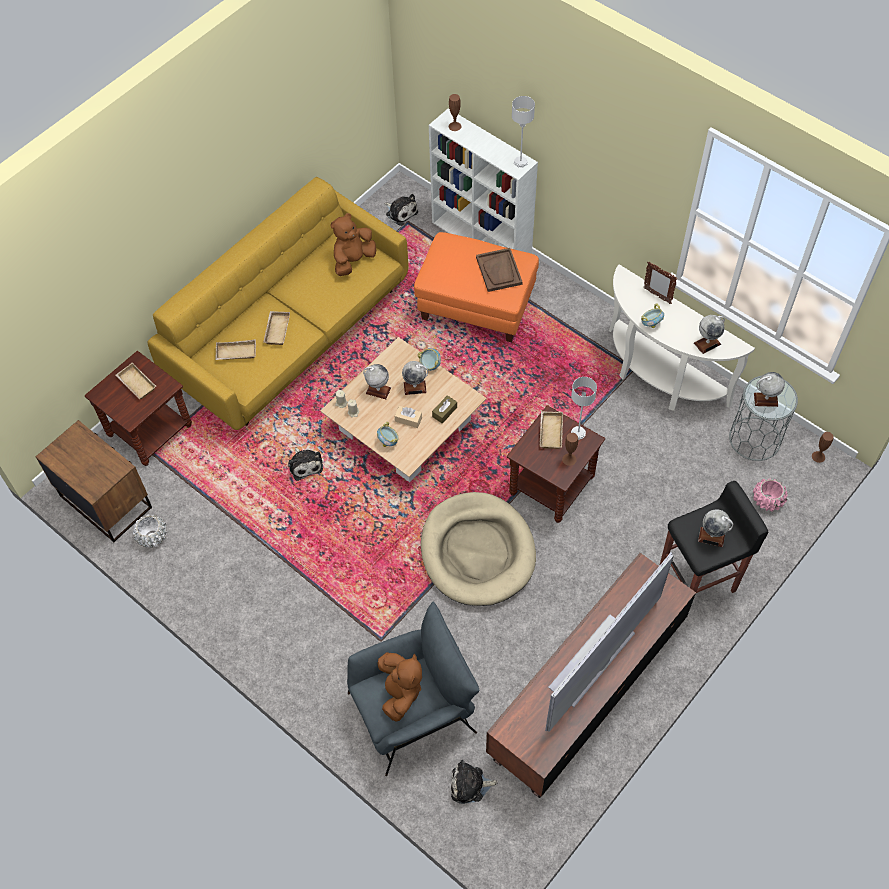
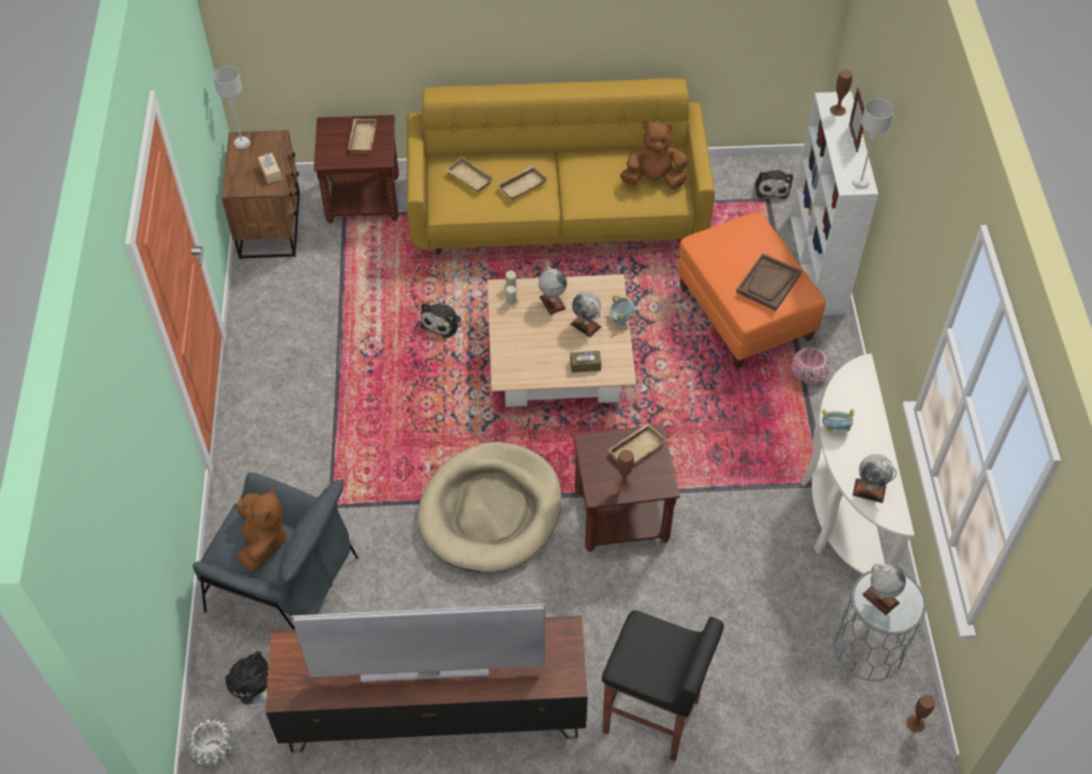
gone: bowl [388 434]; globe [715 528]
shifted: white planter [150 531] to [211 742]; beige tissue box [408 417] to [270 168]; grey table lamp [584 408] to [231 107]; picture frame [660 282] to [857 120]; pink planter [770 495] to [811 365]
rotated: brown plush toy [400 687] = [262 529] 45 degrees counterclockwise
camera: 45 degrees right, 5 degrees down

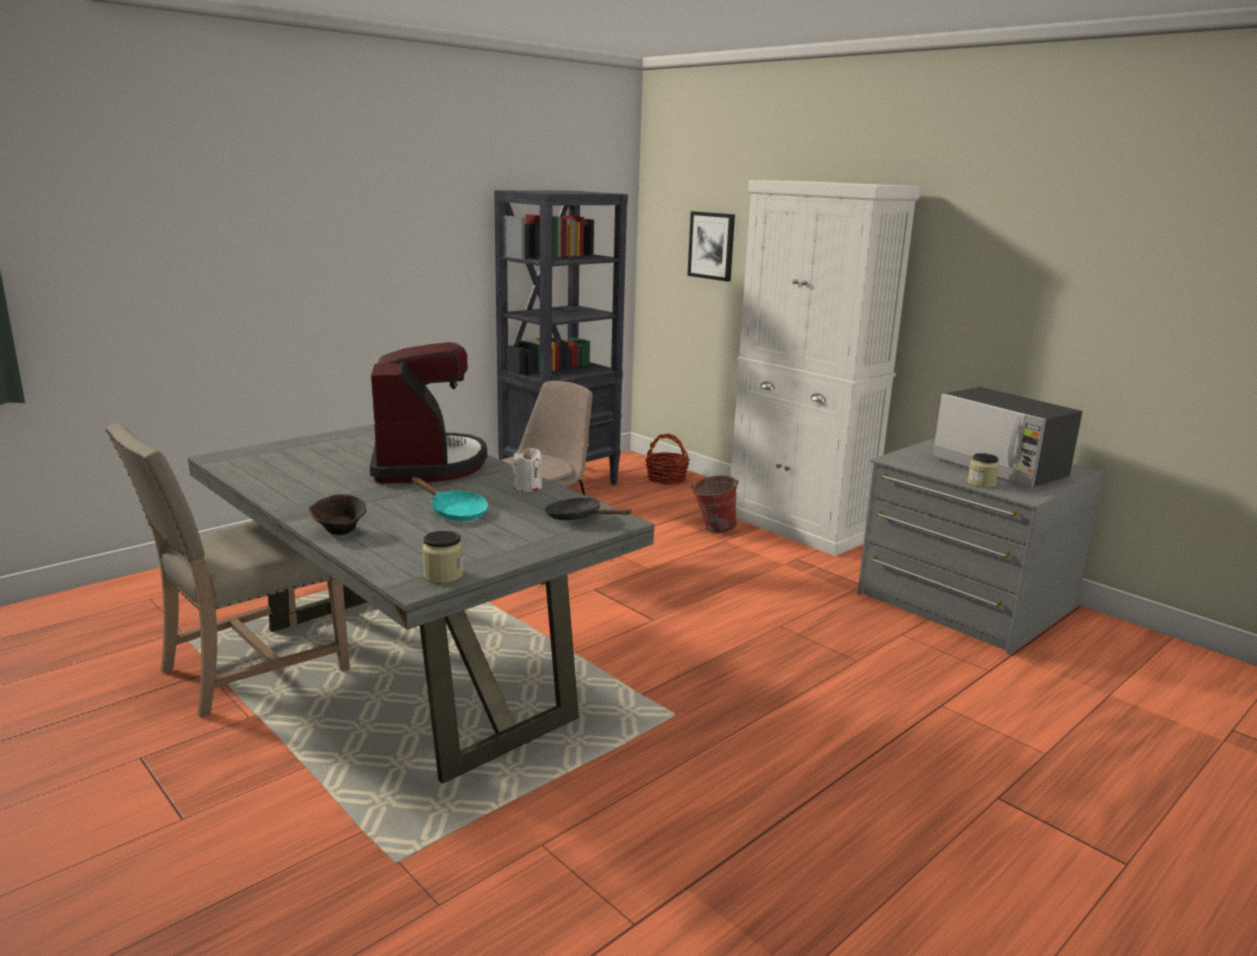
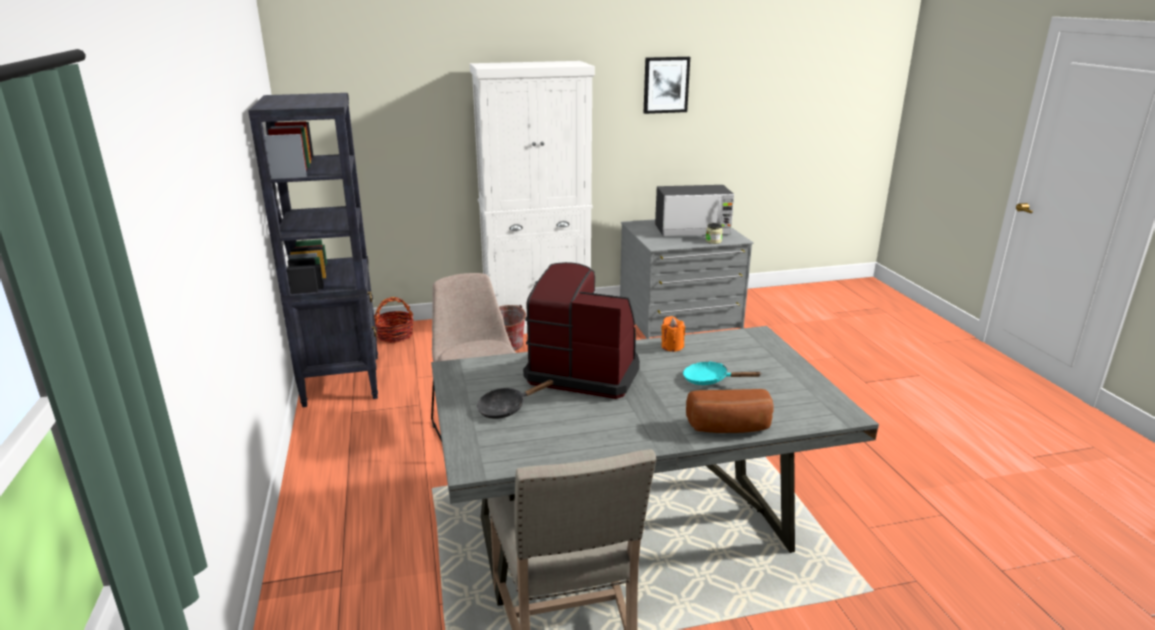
gone: jar [442 557]
shifted: black frying pan [588 509] to [515 399]; picture [711 246] to [667 85]
swapped: brown bowl [338 515] to bread [730 411]
repainted: white candle [527 470] to orange candle [673 334]
rotated: turquoise frying pan [450 499] = [722 373] 135 degrees counterclockwise
camera: 60 degrees left, 5 degrees up

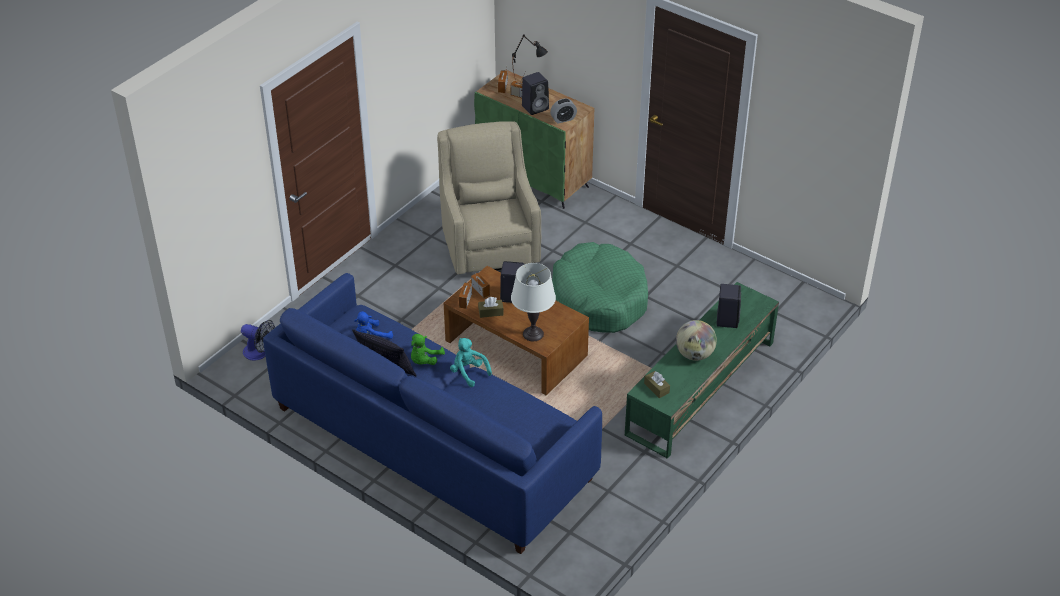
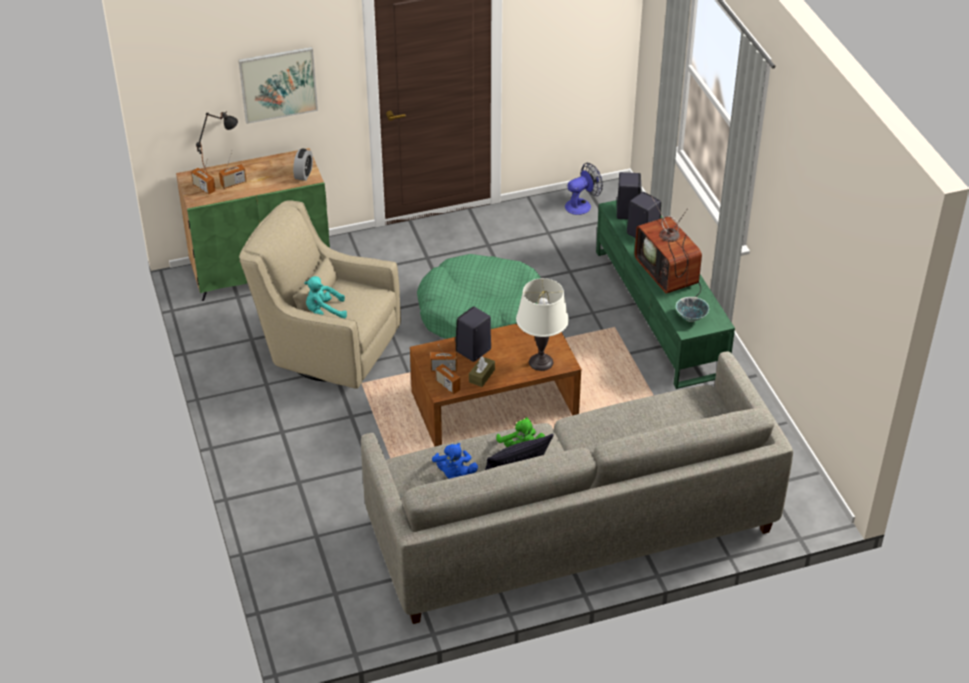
new: picture [278 85]
shifted: fan [258 340] to [584 189]; turquoise plush toy [471 362] to [325 297]; black speaker [535 93] to [629 195]
swapped: brown tissue box [657 384] to bowl [692 309]; globe [696 340] to television [668 246]
repainted: blue sofa [432 413] to grey sofa [577 487]
camera: 55 degrees left, 0 degrees up

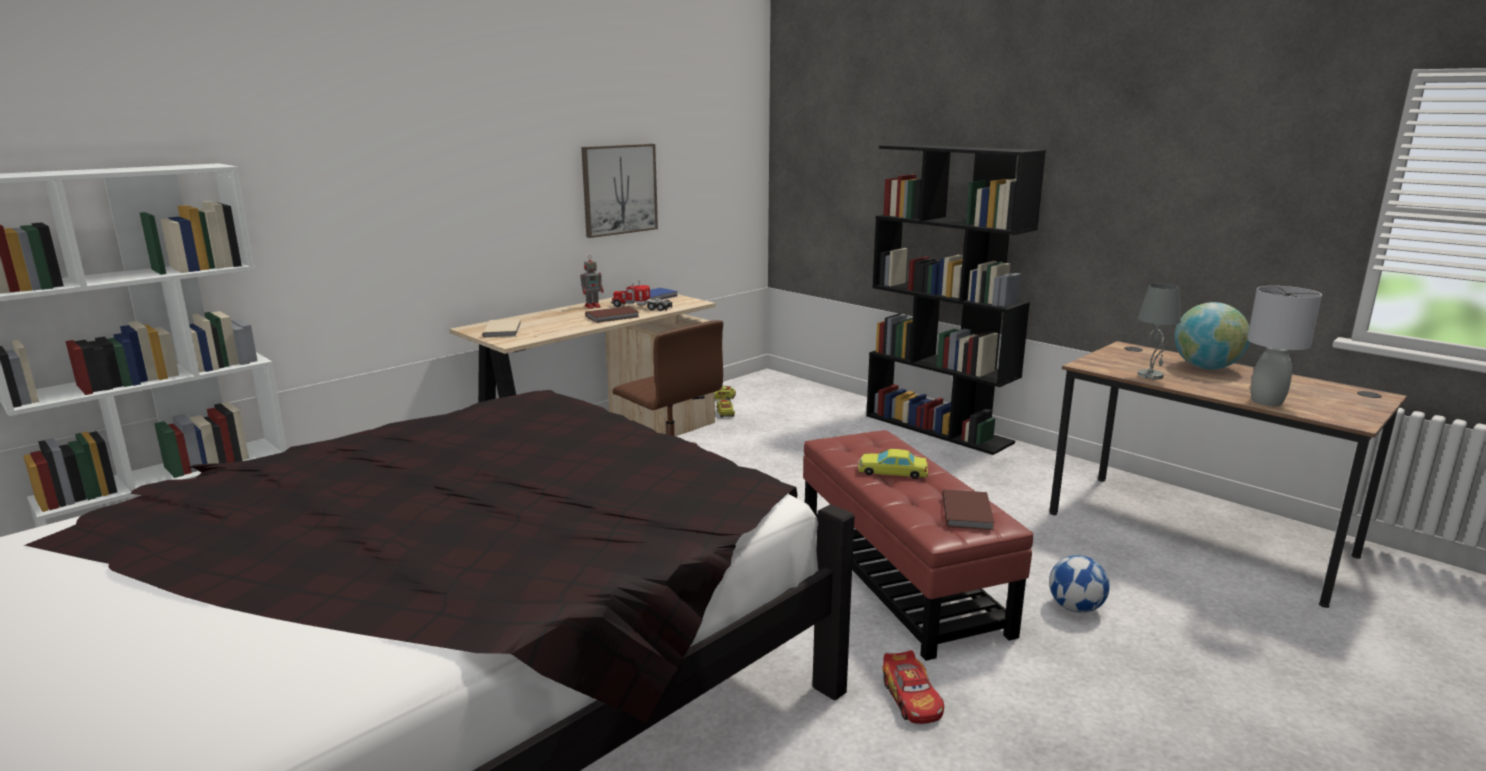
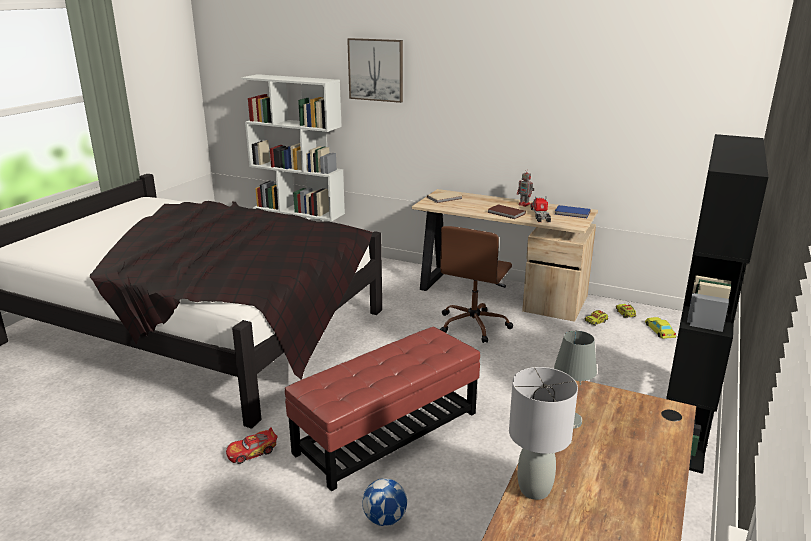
gone: brown book [968 509]; globe [1212 335]
shifted: picture [619 191] to [375 70]; yellow toy car [893 464] to [660 328]
camera: 70 degrees right, 5 degrees up

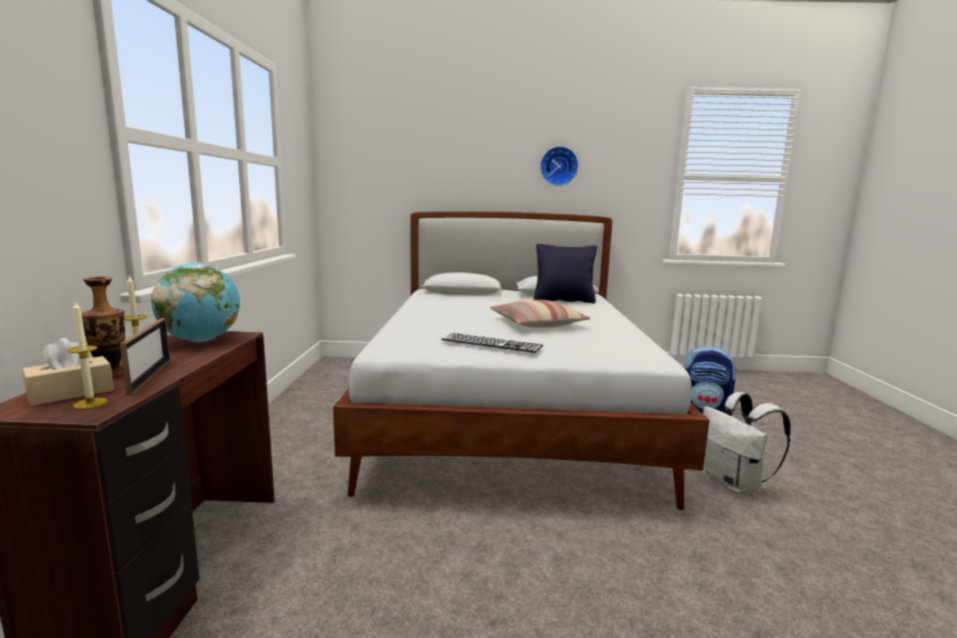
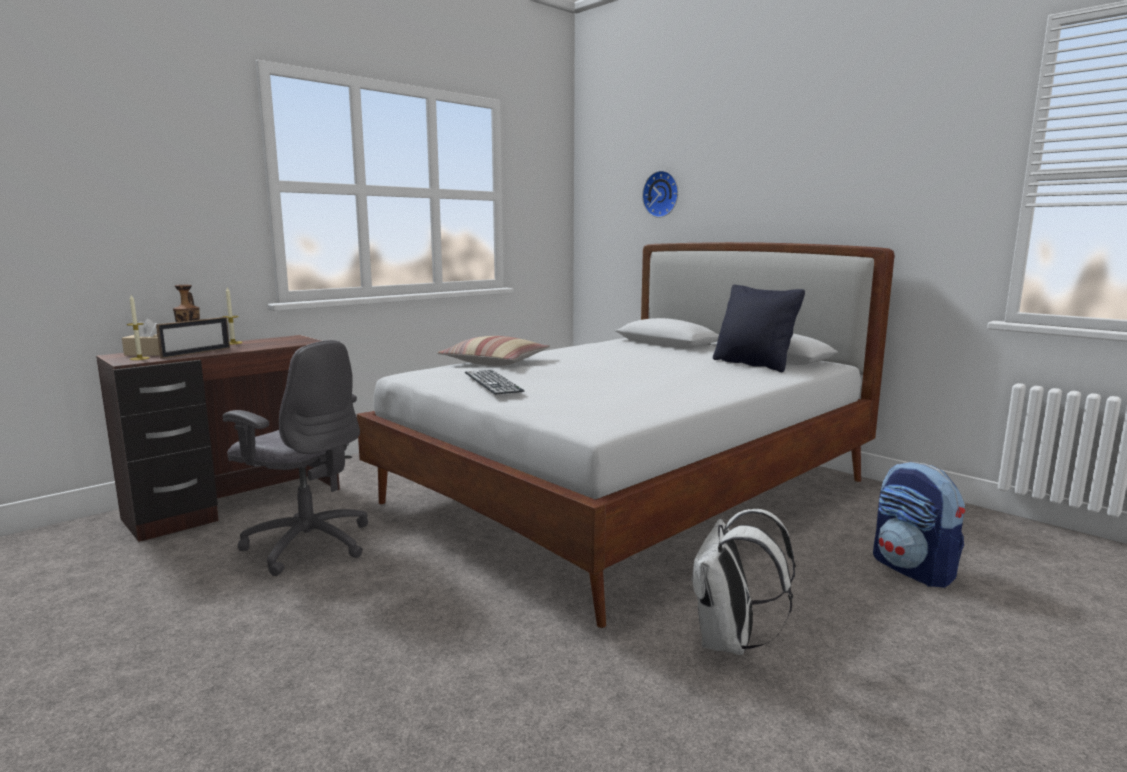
gone: globe [195 302]
new: grey office chair [295 458]
shifted: pillow [540 314] to [493 351]; wall clock [559 166] to [660 194]
camera: 45 degrees right, 0 degrees up

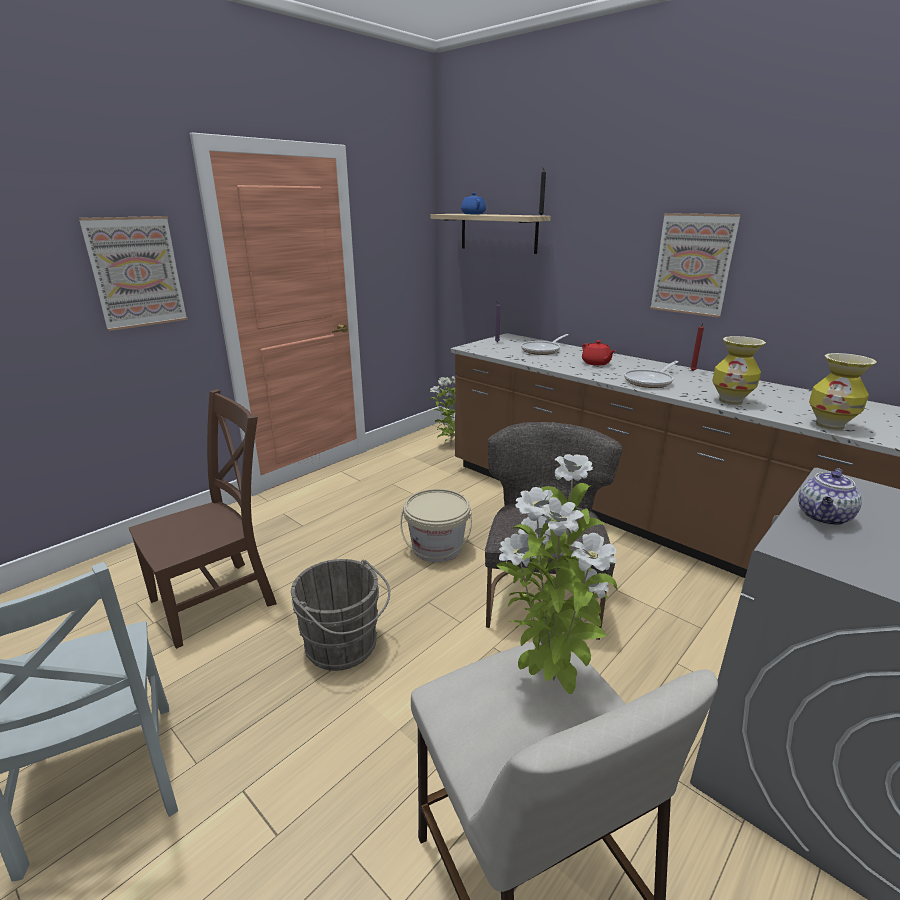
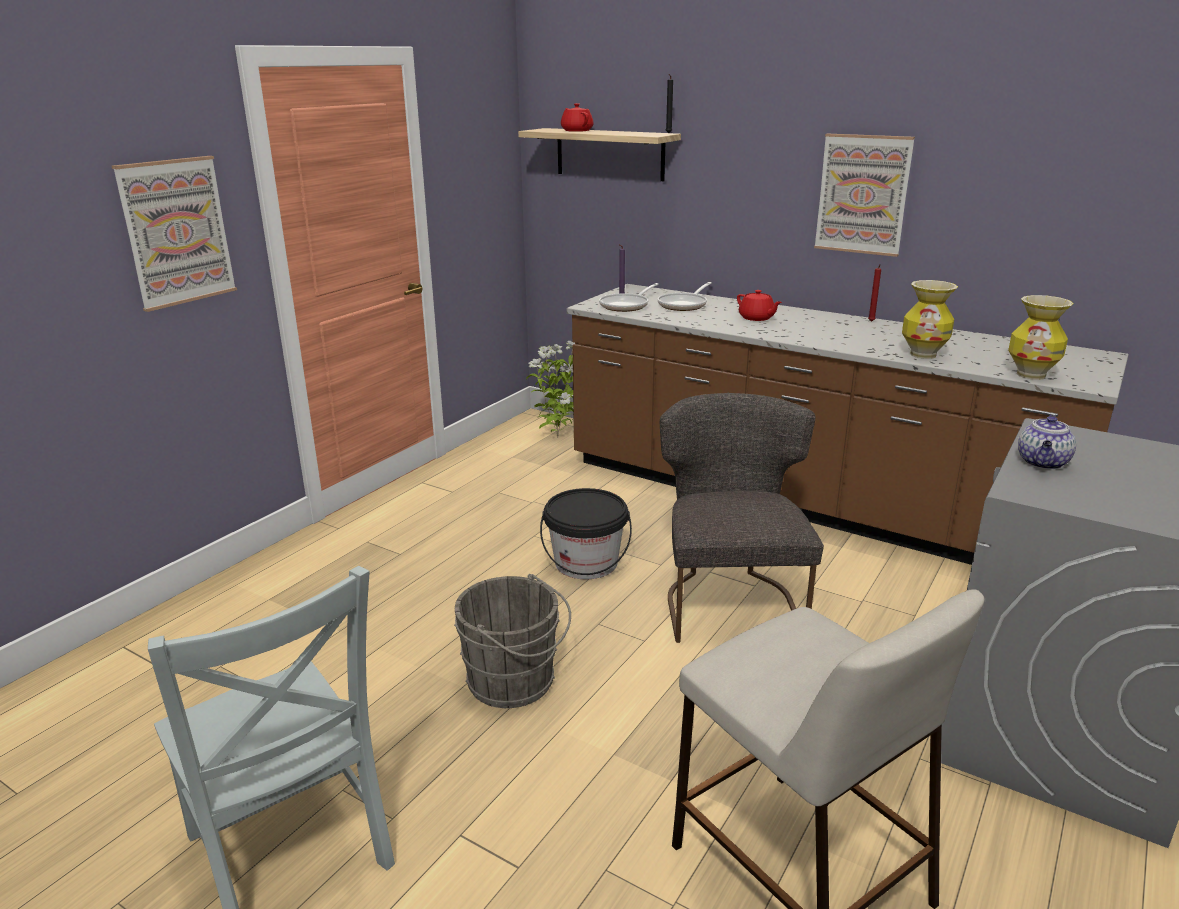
gone: brown chair [203 519]; potted plant [557 574]
shifted: frying pan [651 374] to [629 297]
repainted: beige bucket [436 525] to black bucket [586 534]; blue teapot [473 203] to red teapot [577 117]
camera: 10 degrees left, 0 degrees up

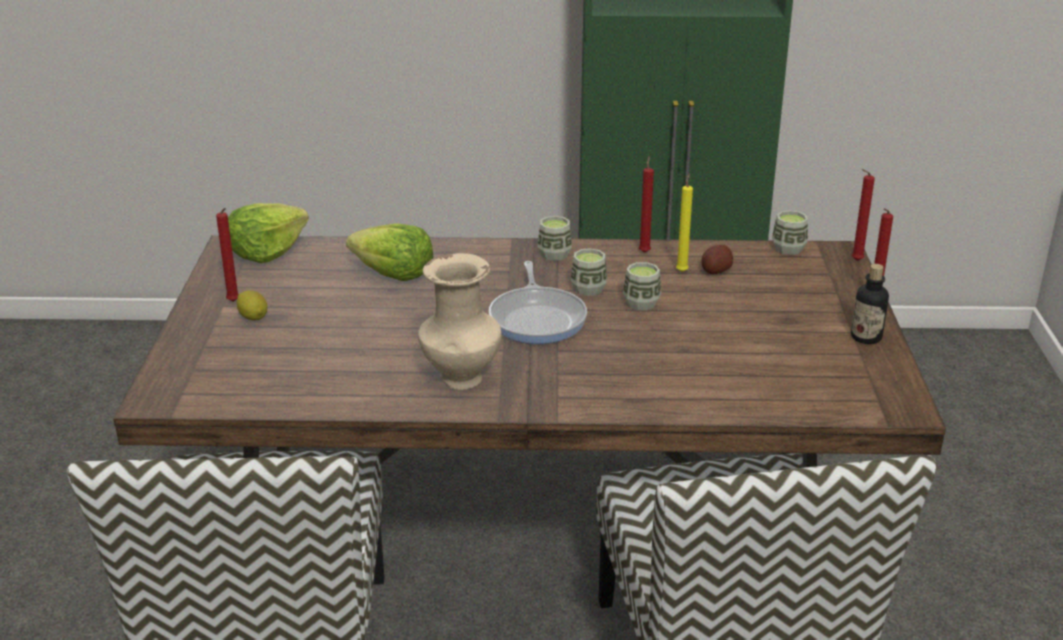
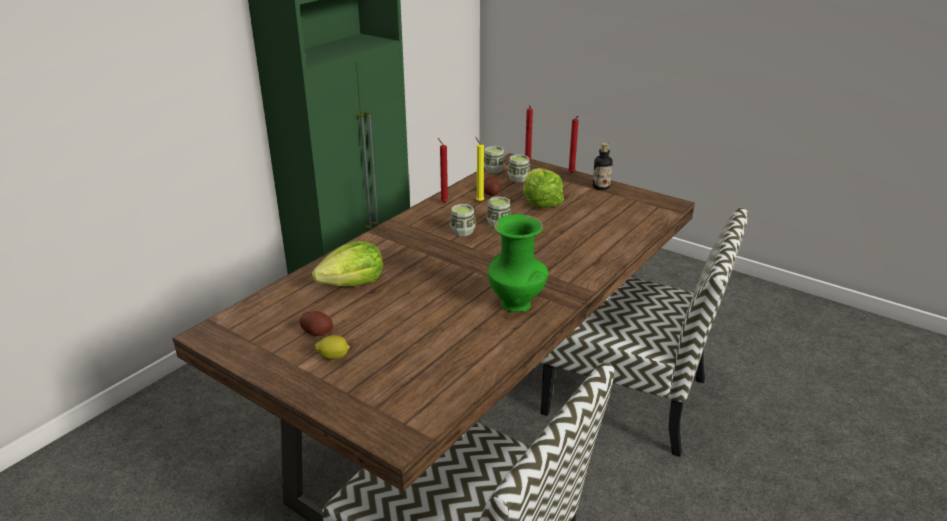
gone: red candle [227 255]; frying pan [538 302]
new: potato [316 323]
shifted: lettuce [268 233] to [543 188]; cup [555 238] to [519 168]
repainted: beige vase [459 321] to green vase [518 263]
camera: 55 degrees left, 0 degrees up

